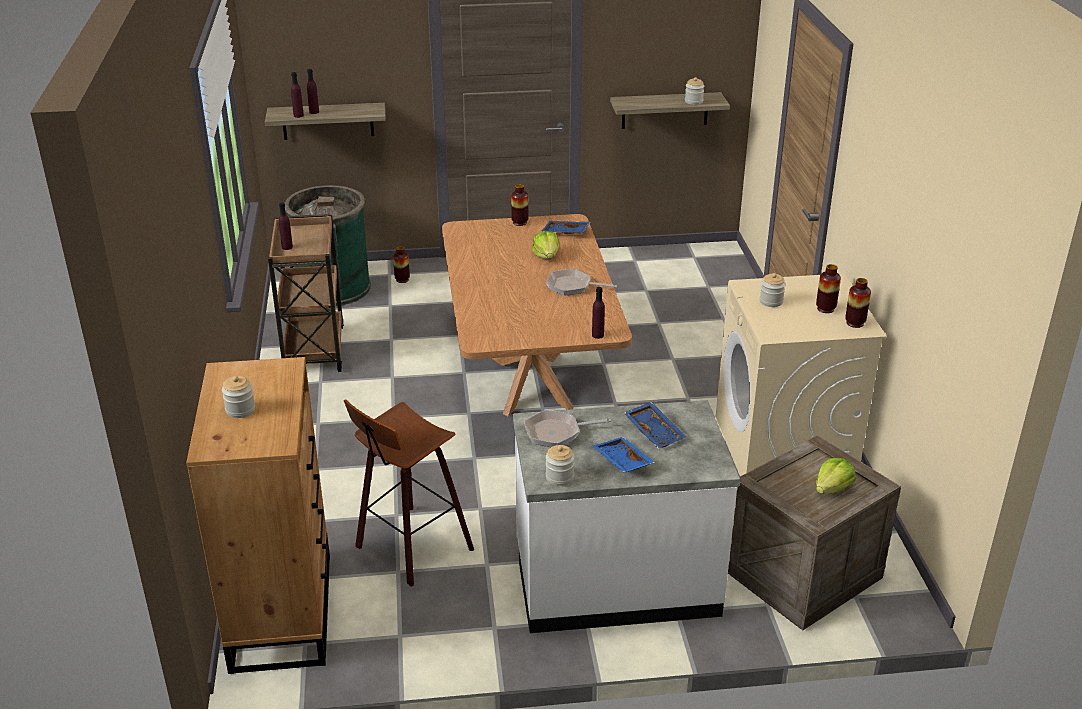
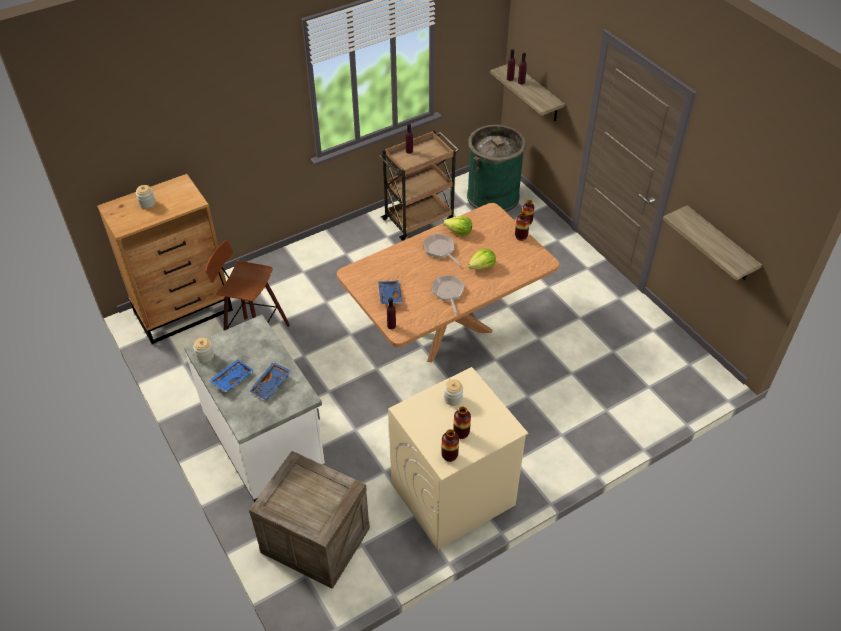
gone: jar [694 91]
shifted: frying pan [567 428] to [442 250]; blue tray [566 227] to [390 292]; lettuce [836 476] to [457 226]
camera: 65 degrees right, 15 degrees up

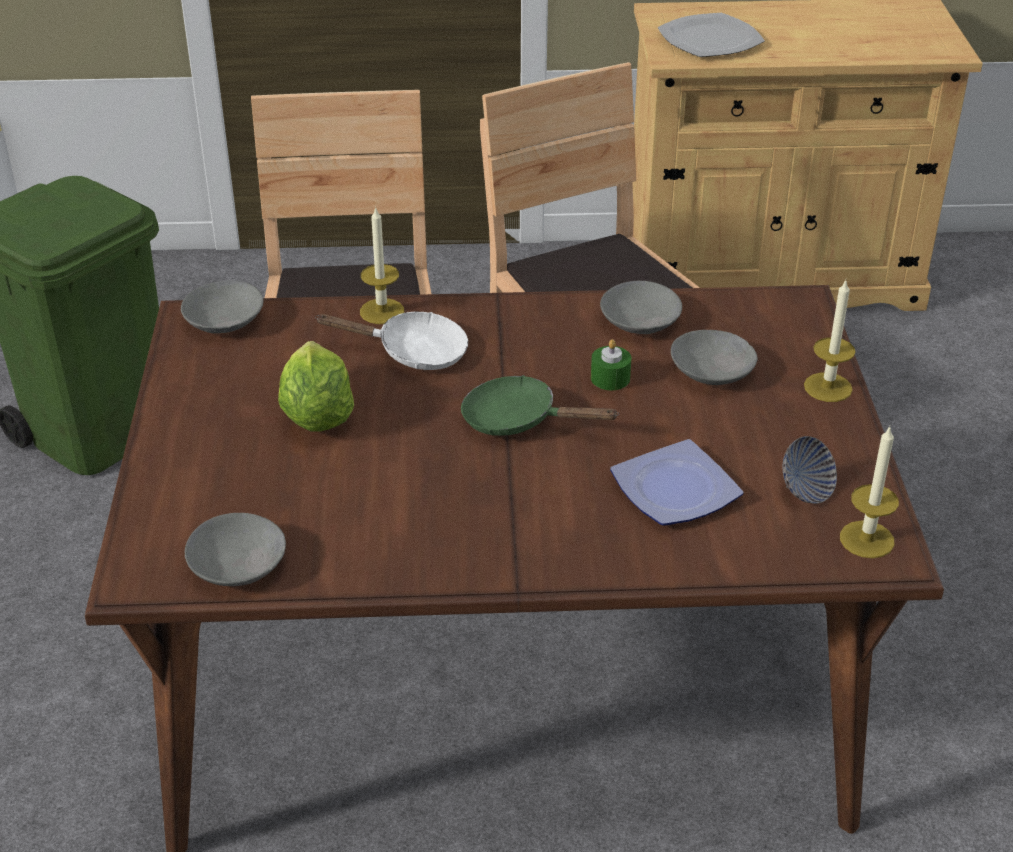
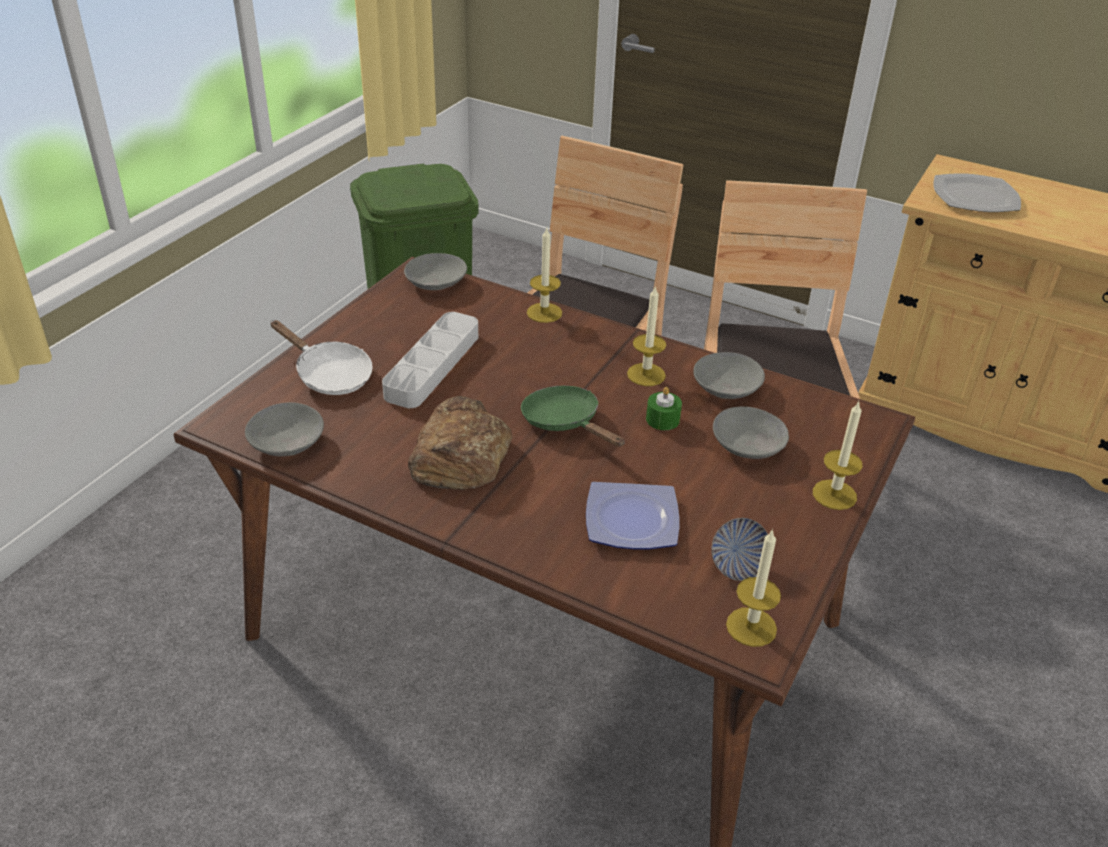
new: bread [460 443]; candle [646 335]
shifted: white frying pan [391 341] to [321 357]
swapped: lettuce [316 386] to grey tray [430 360]
camera: 30 degrees right, 0 degrees up

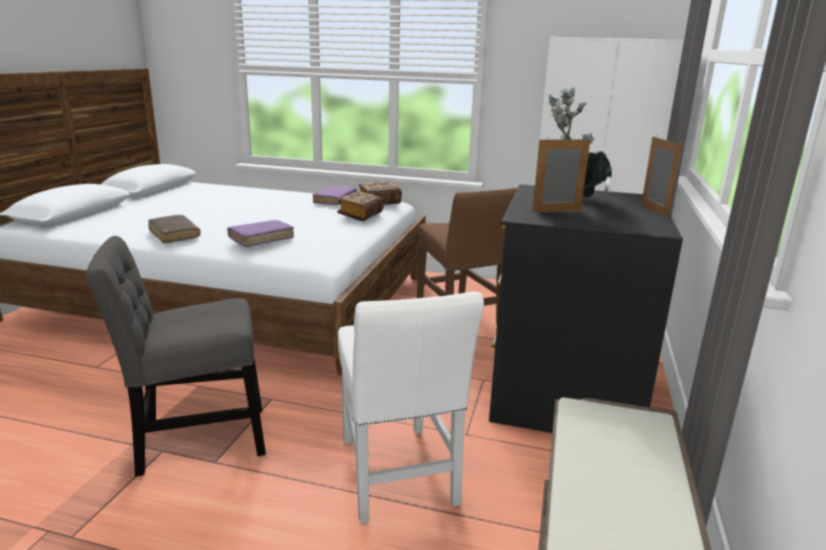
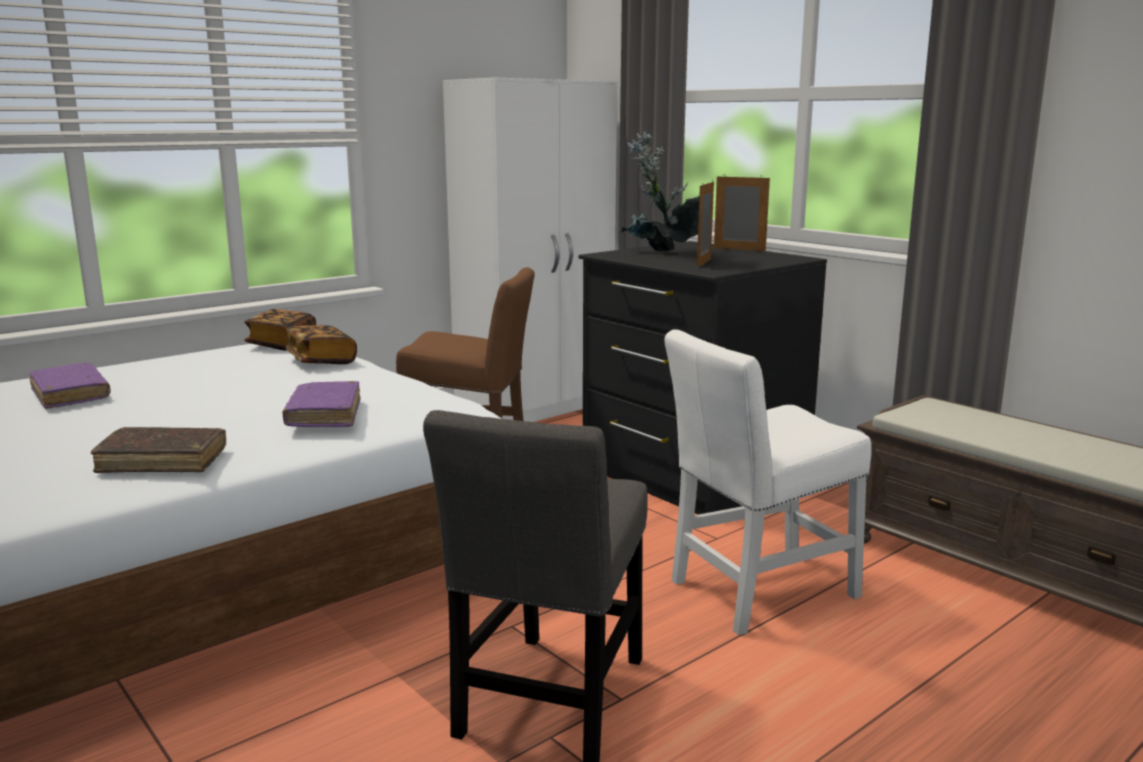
shifted: purple book [335 195] to [70 386]
rotated: white chair [411 407] = [768 482] 135 degrees clockwise
camera: 55 degrees left, 5 degrees down

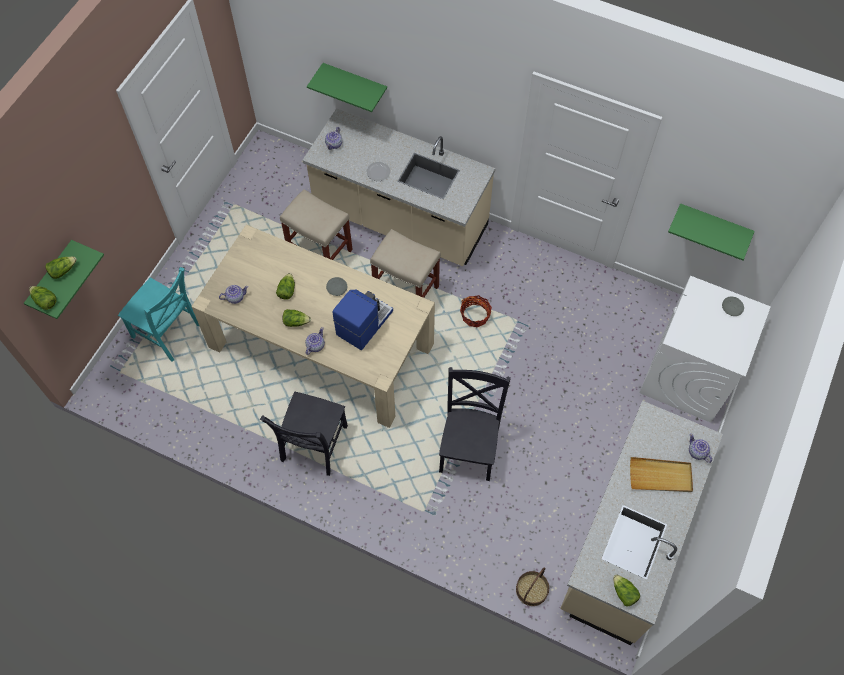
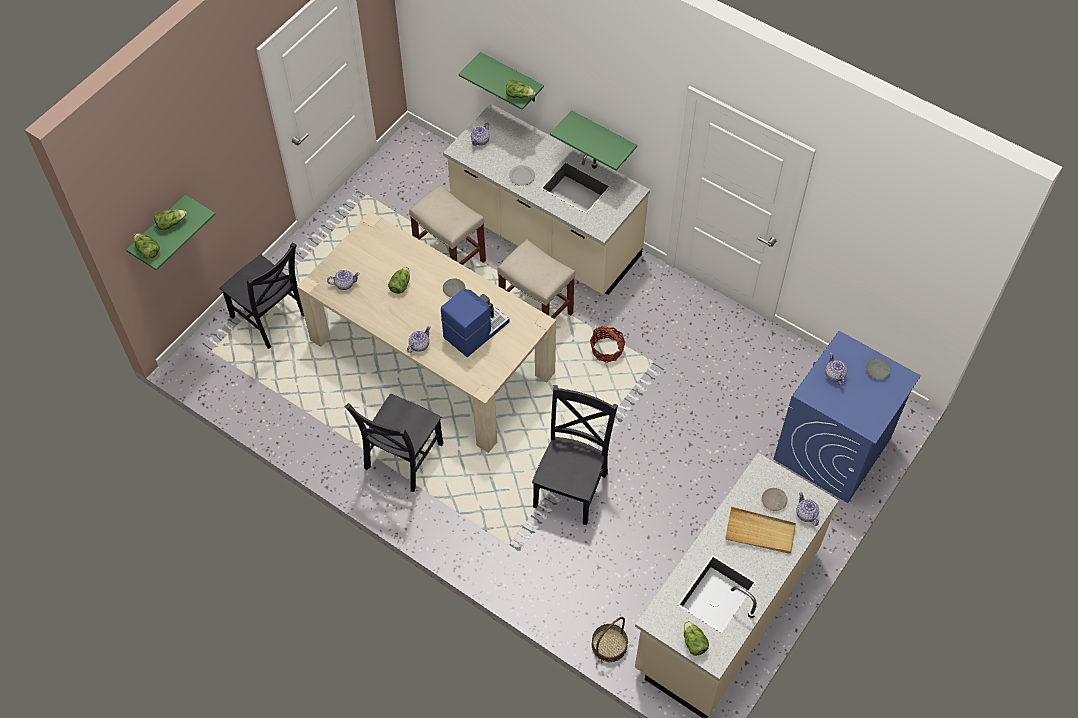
new: beige plate [775 499]; teapot [836 369]
shifted: lettuce [296 318] to [520 89]; green shelf [711 232] to [593 140]
repainted: turquoise chair [158 314] to black chair [262 296]; white washing machine [705 349] to blue washing machine [847 417]
camera: 10 degrees right, 5 degrees down

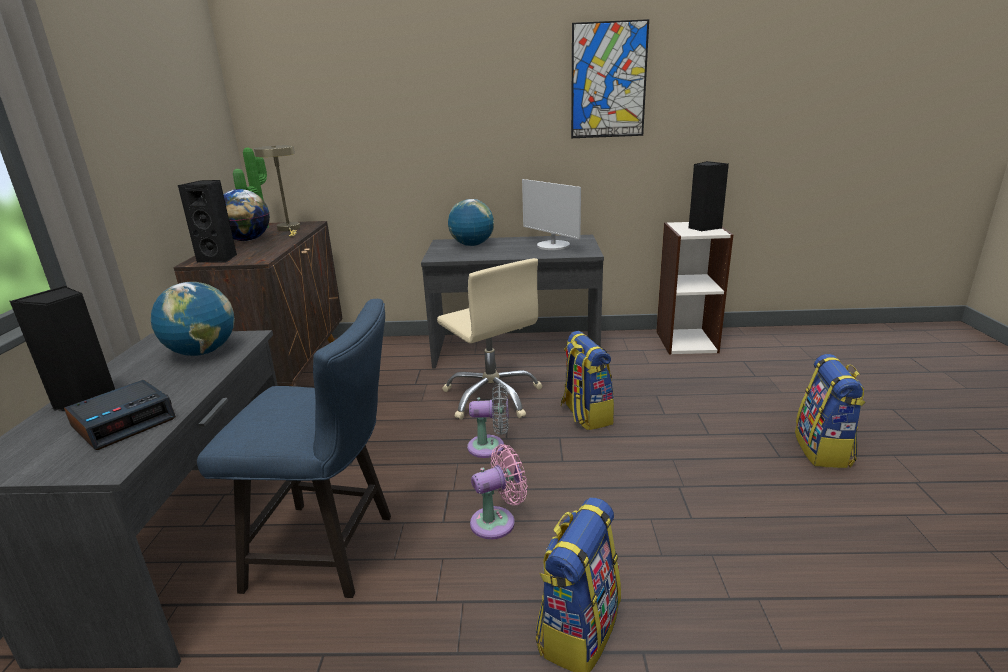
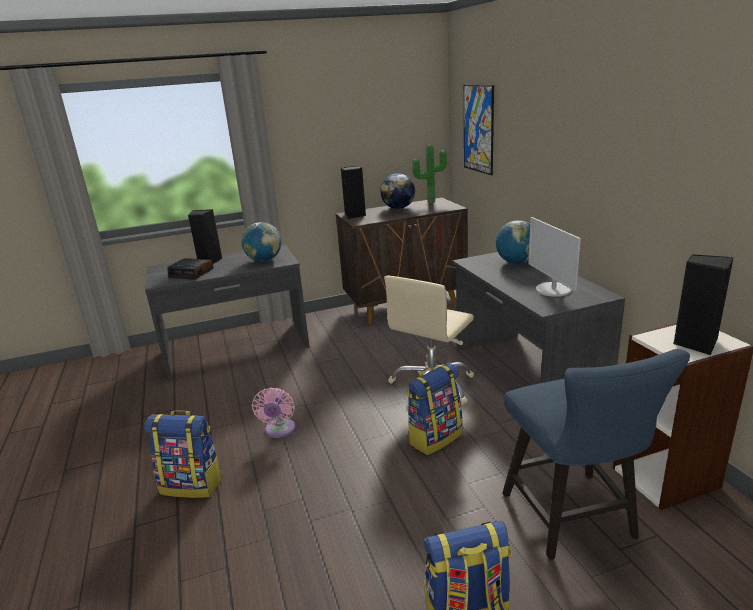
gone: beige table lamp [277 190]; grey fan [488 420]
shifted: blue chair [294 448] to [596 454]; picture [610 78] to [479 130]
rotated: pink fan [498 491] = [273 413] 45 degrees clockwise; monitor [551 214] = [554 257] 45 degrees counterclockwise
camera: 70 degrees right, 0 degrees up

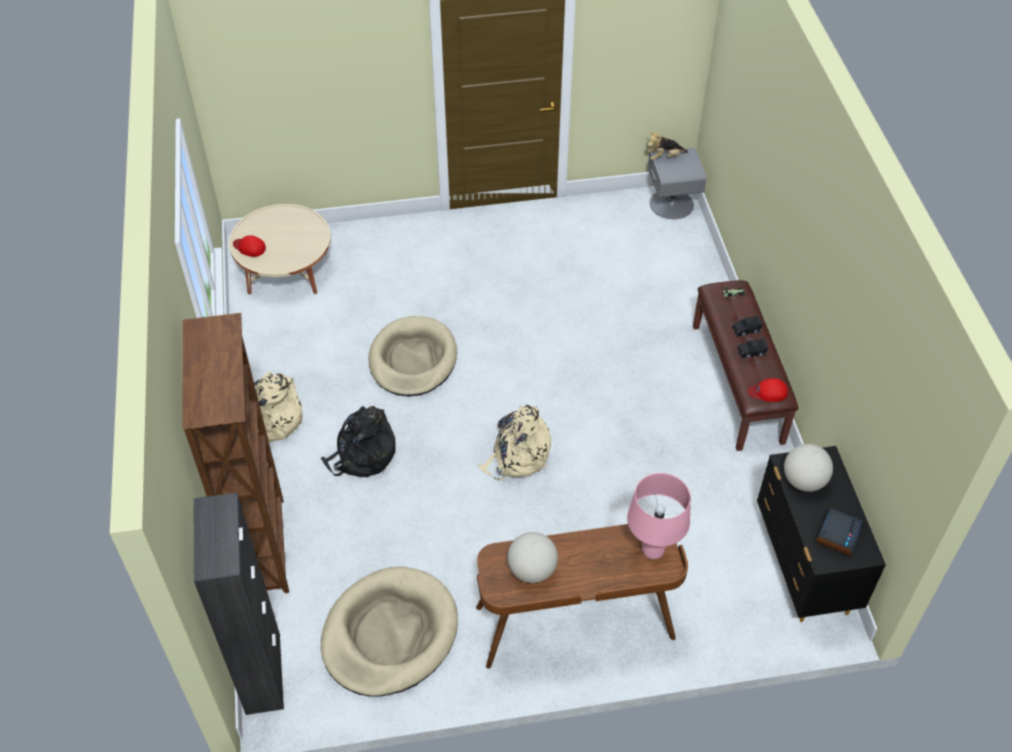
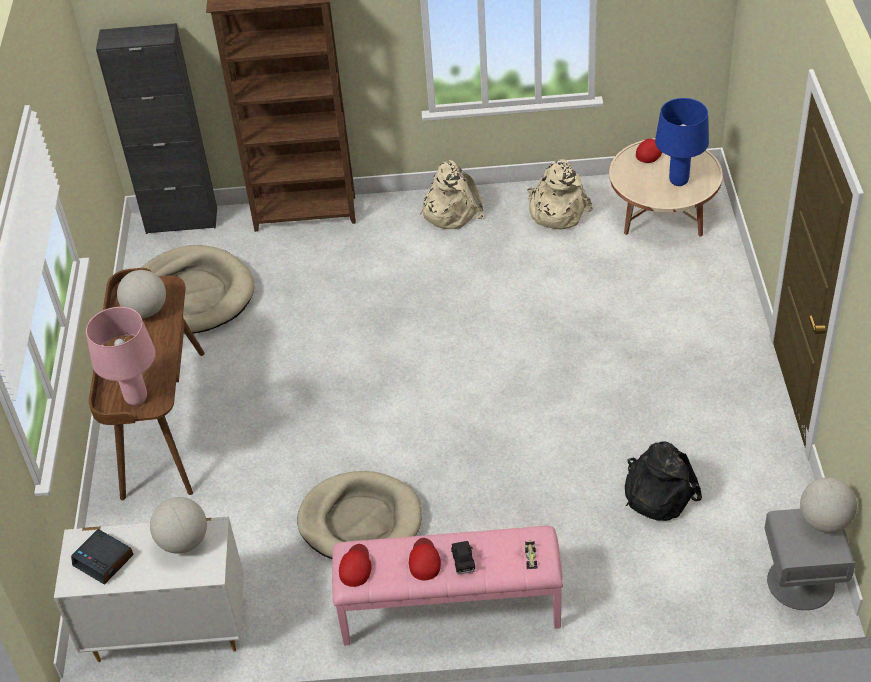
new: blue table lamp [682 142]
shifted: black backpack [358 441] to [663 481]; beige dog bed [413 356] to [359 515]; beige backpack [514 442] to [560 194]
swapped: plush toy [668 146] to globe [828 505]; black toy car [753 348] to red cap [425 559]
repainted: brown bench [745 365] to pink bench [447 586]; black dresser [821 534] to white dresser [149 589]
camera: 100 degrees right, 5 degrees down

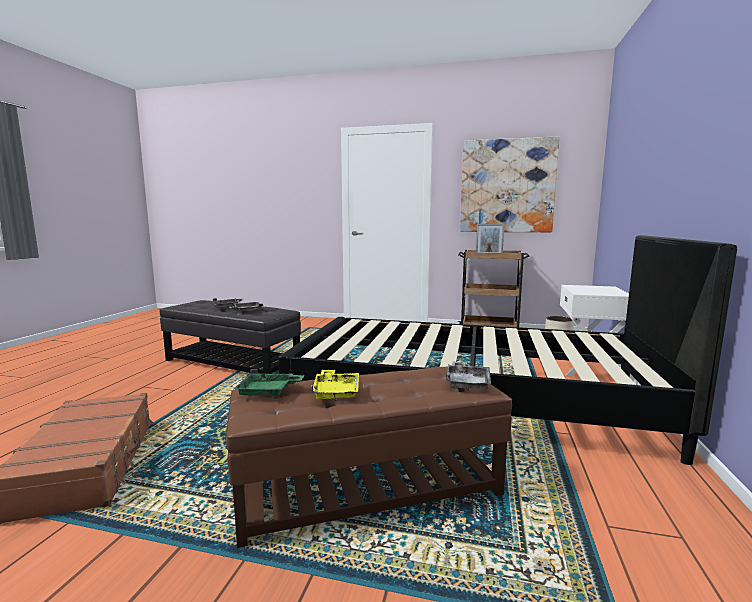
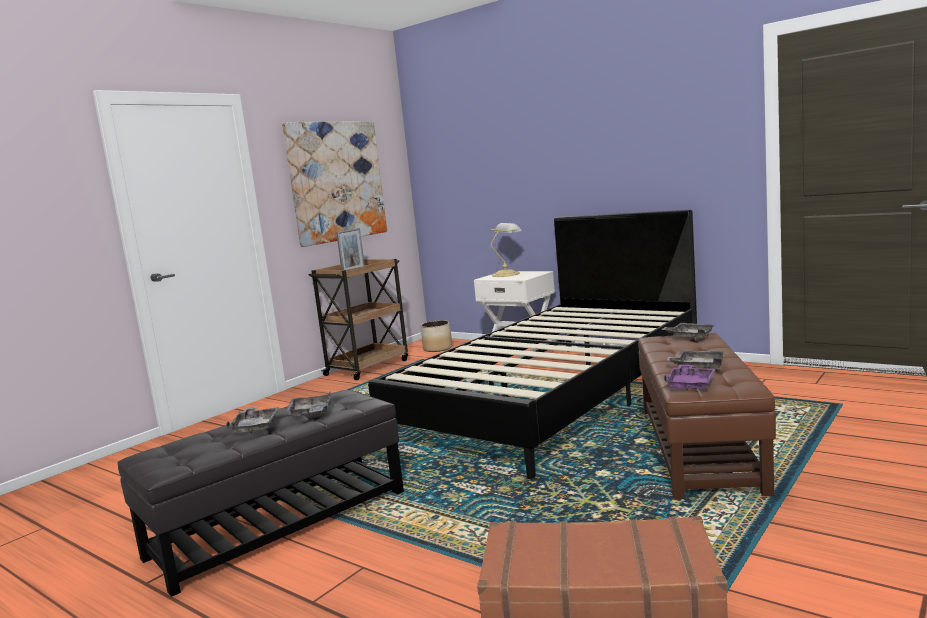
new: table lamp [506 250]
repainted: green tray [269 382] to purple tray [690 377]; yellow tray [335 385] to grey tray [695 359]
camera: 65 degrees left, 0 degrees up

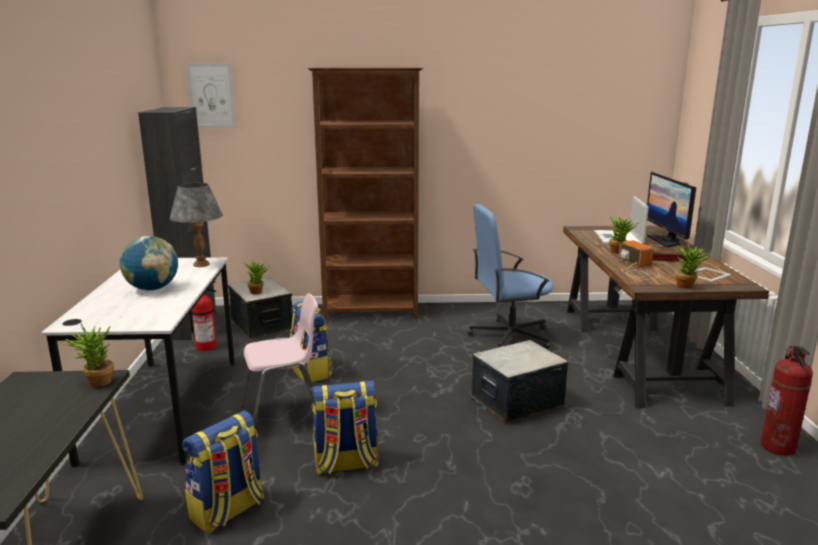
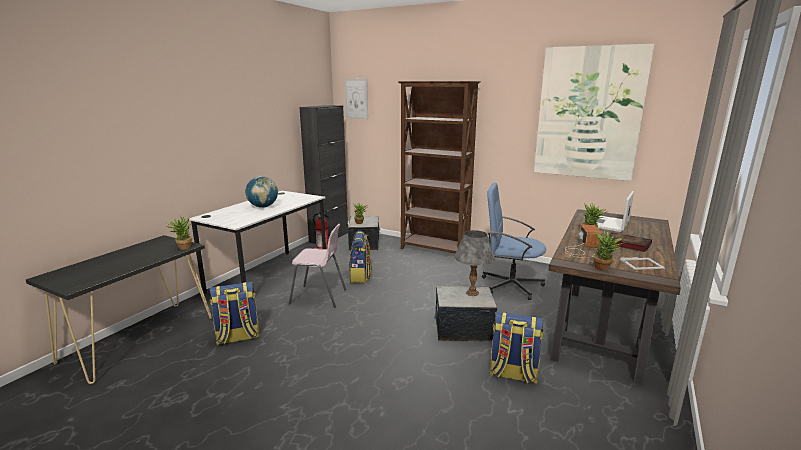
gone: monitor [671 209]; fire extinguisher [787 401]
new: picture [594 112]
shifted: grey table lamp [196 224] to [474 263]; backpack [345 427] to [516 348]
camera: 30 degrees right, 0 degrees up

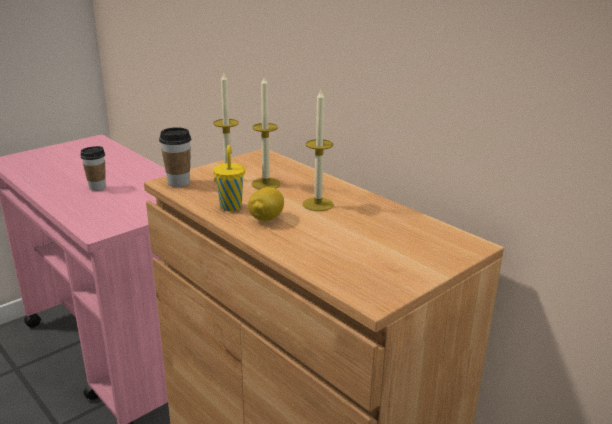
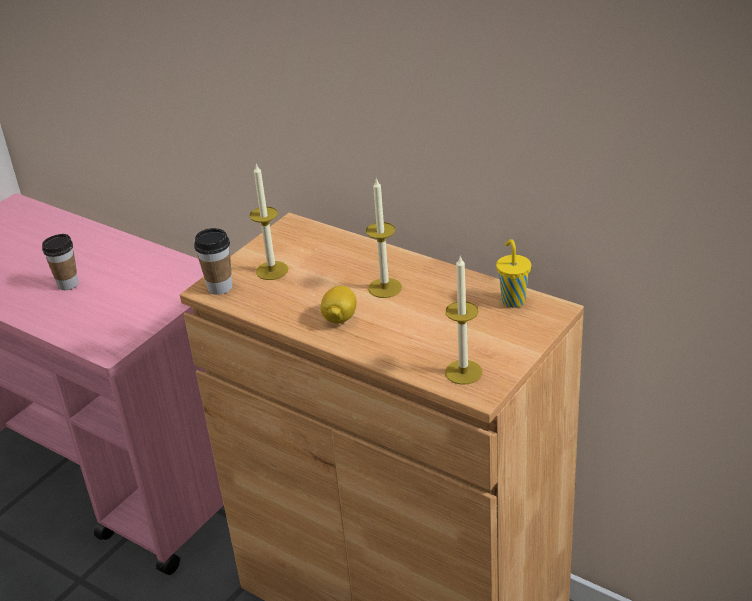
shifted: yellow cup [229 178] to [513 273]; candle [266 132] to [463 320]
camera: 10 degrees left, 10 degrees up

